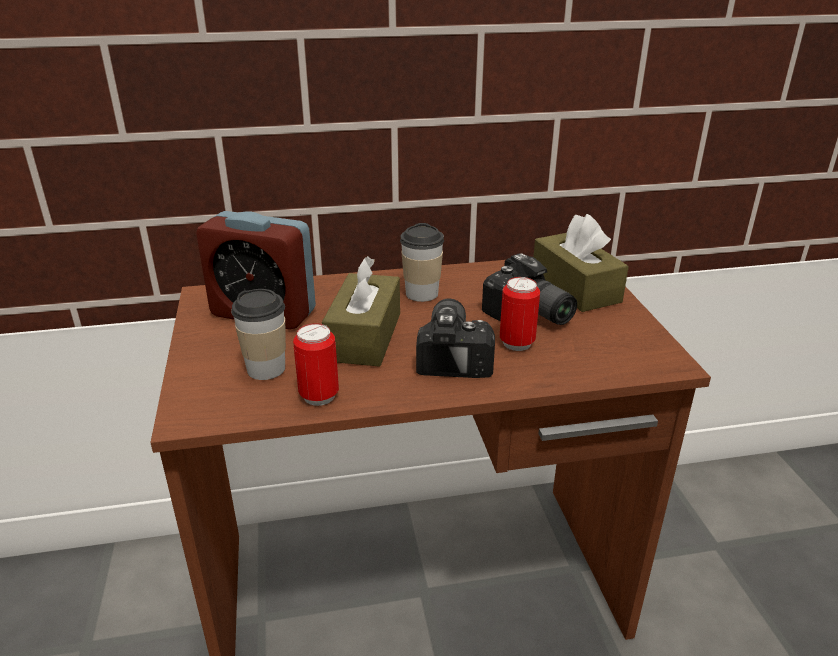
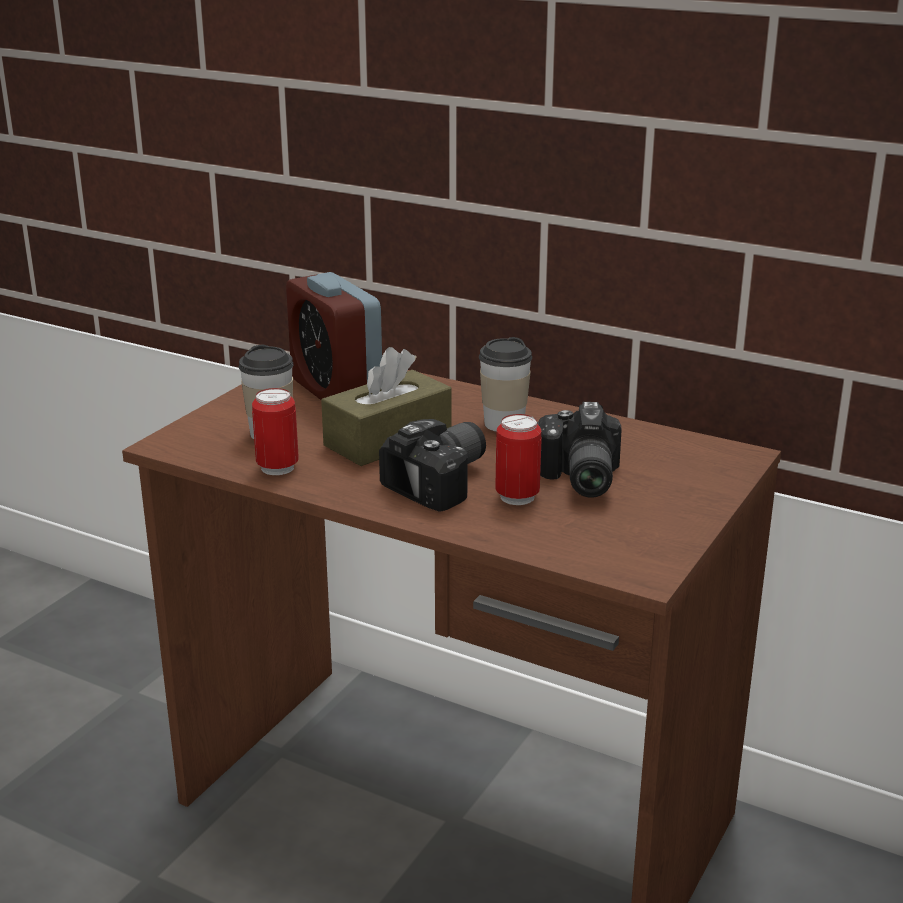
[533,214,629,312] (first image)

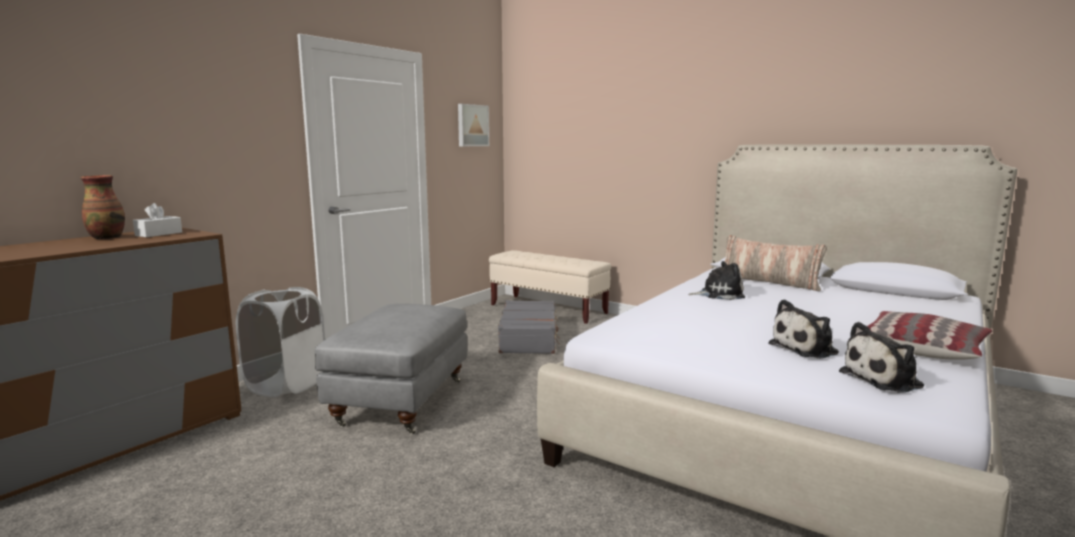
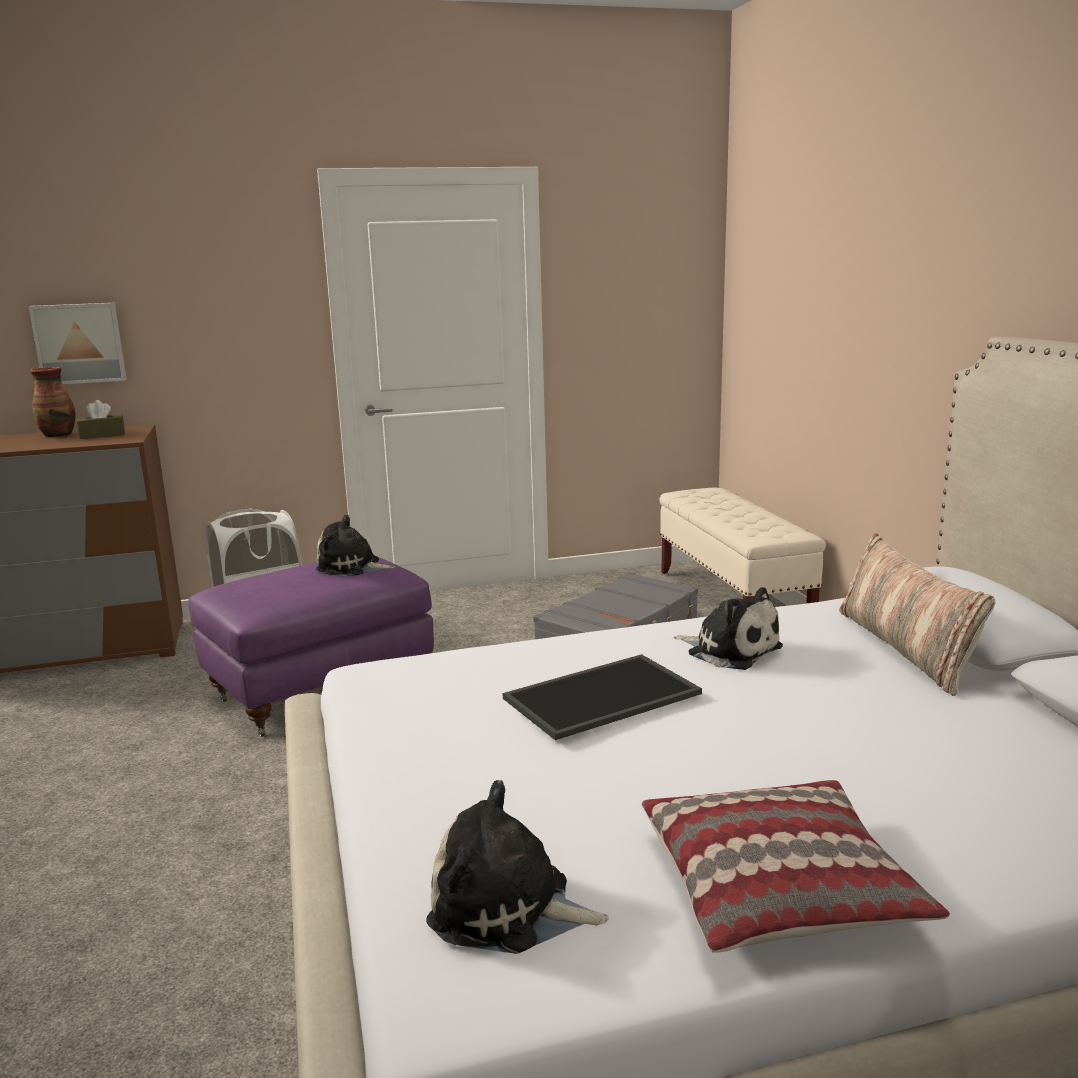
[503,654,702,740]
[29,303,127,384]
[315,514,395,576]
[77,400,125,439]
[188,557,434,737]

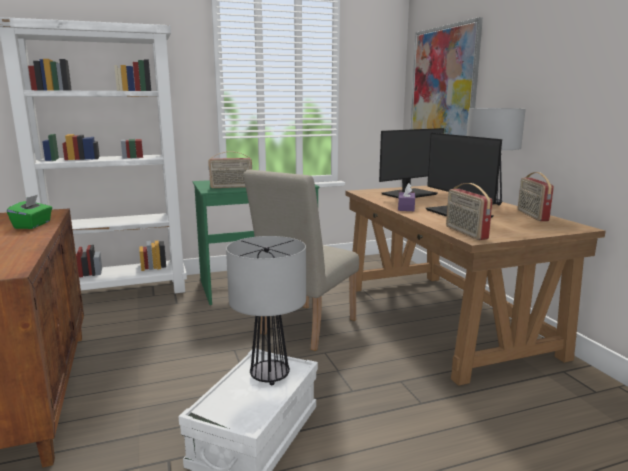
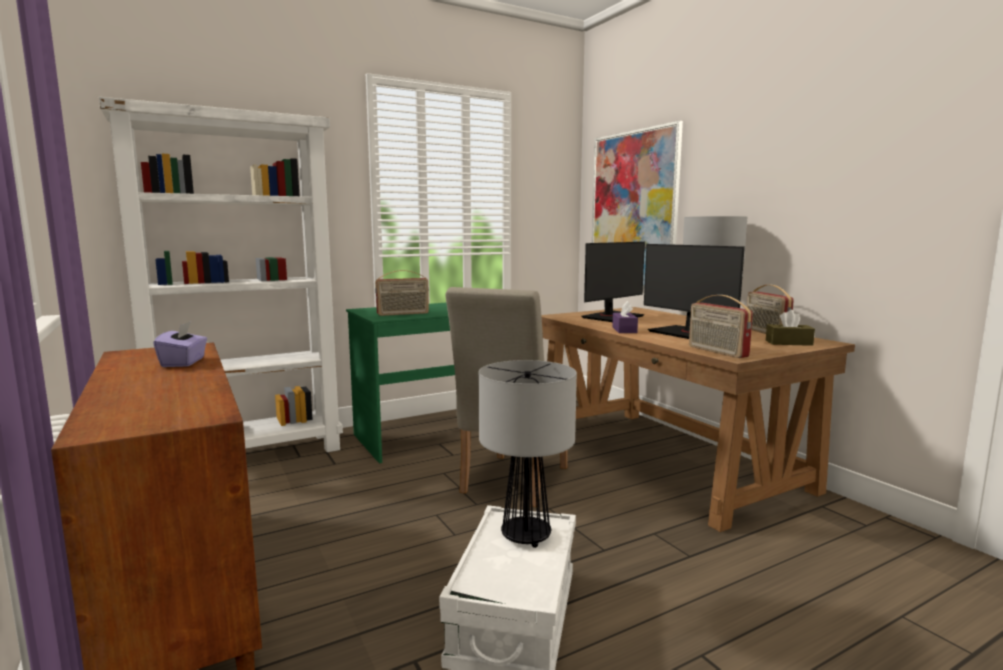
[766,310,815,346]
[153,321,207,367]

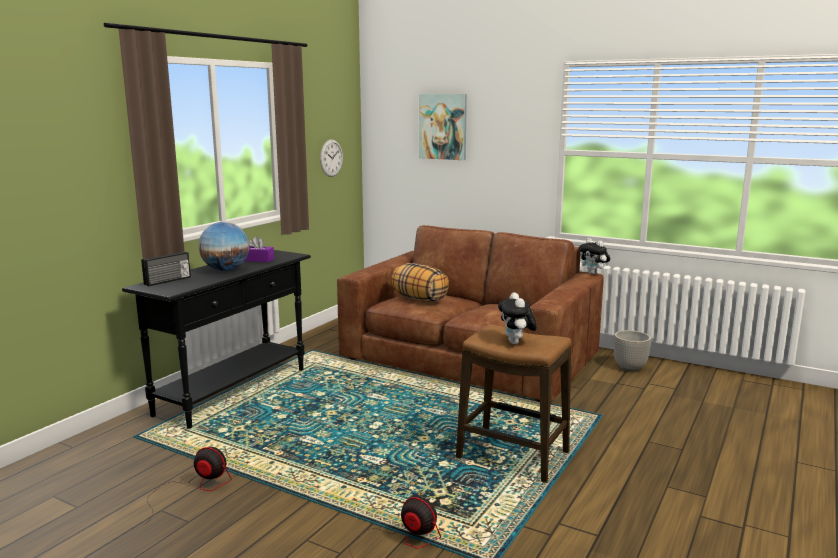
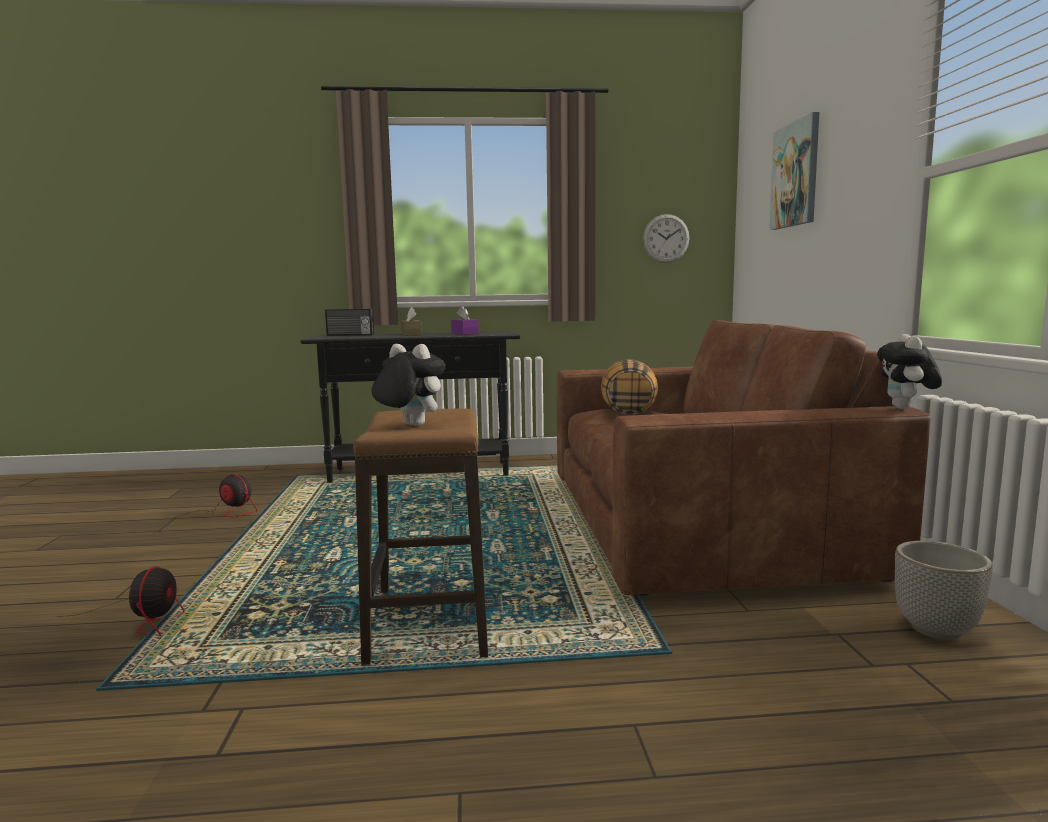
[400,307,422,336]
[154,474,257,535]
[371,344,445,426]

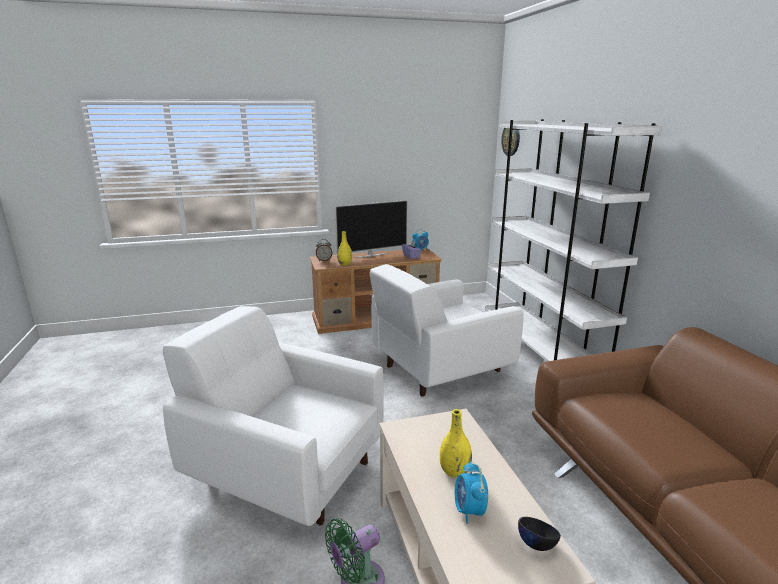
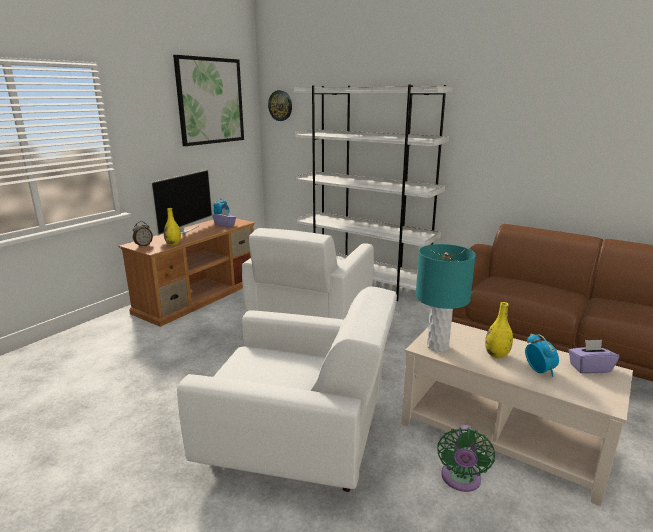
[173,55,244,146]
[416,244,476,352]
[568,340,619,374]
[177,286,397,492]
[525,334,559,377]

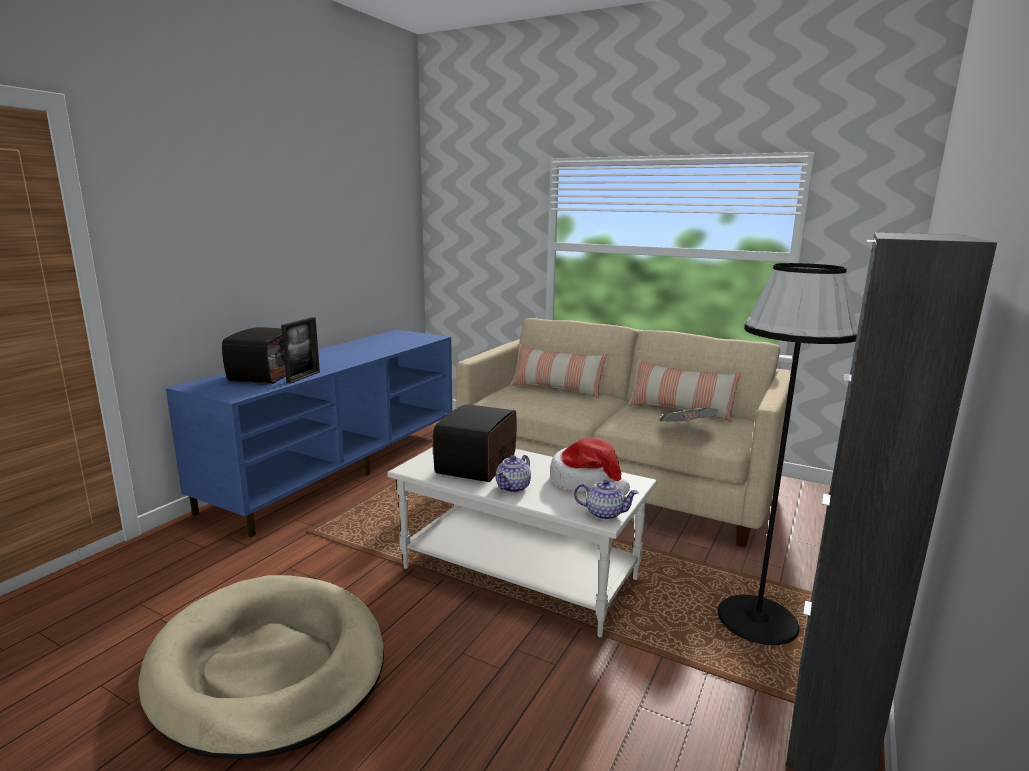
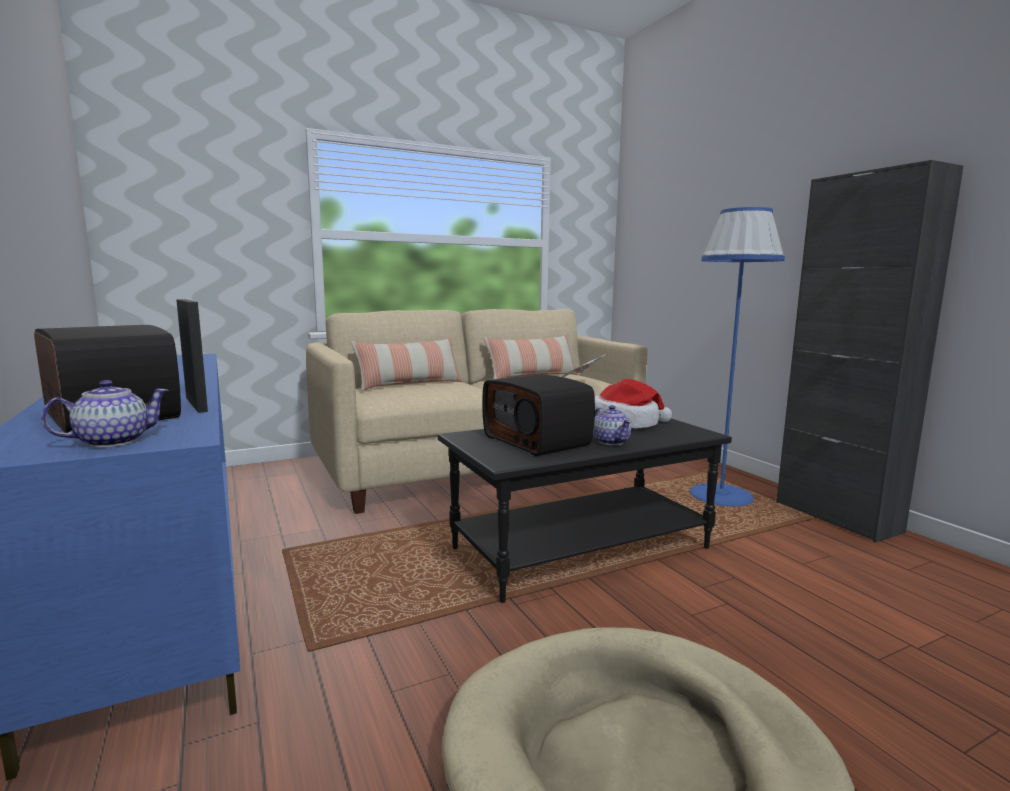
[41,380,169,448]
[438,418,732,603]
[690,207,785,506]

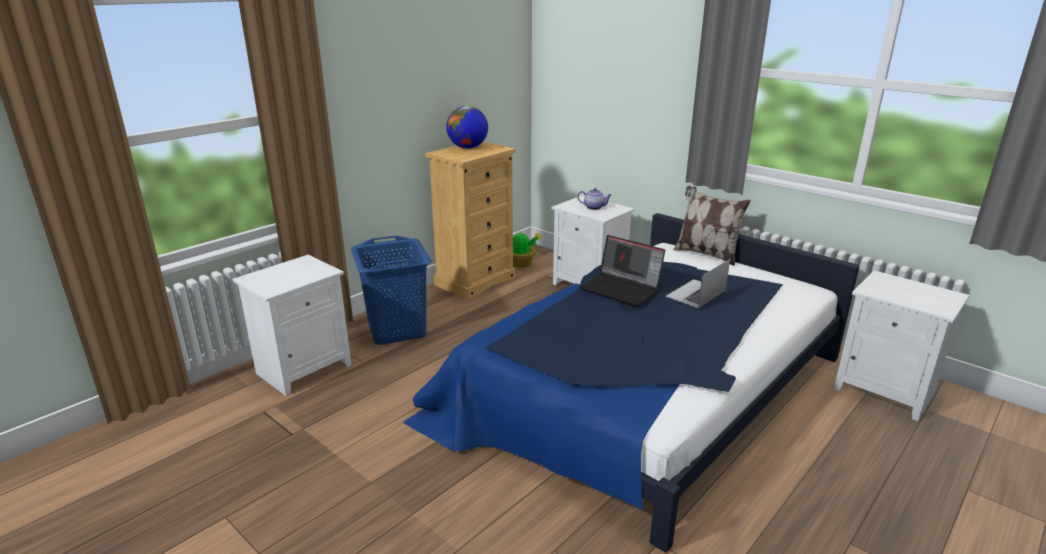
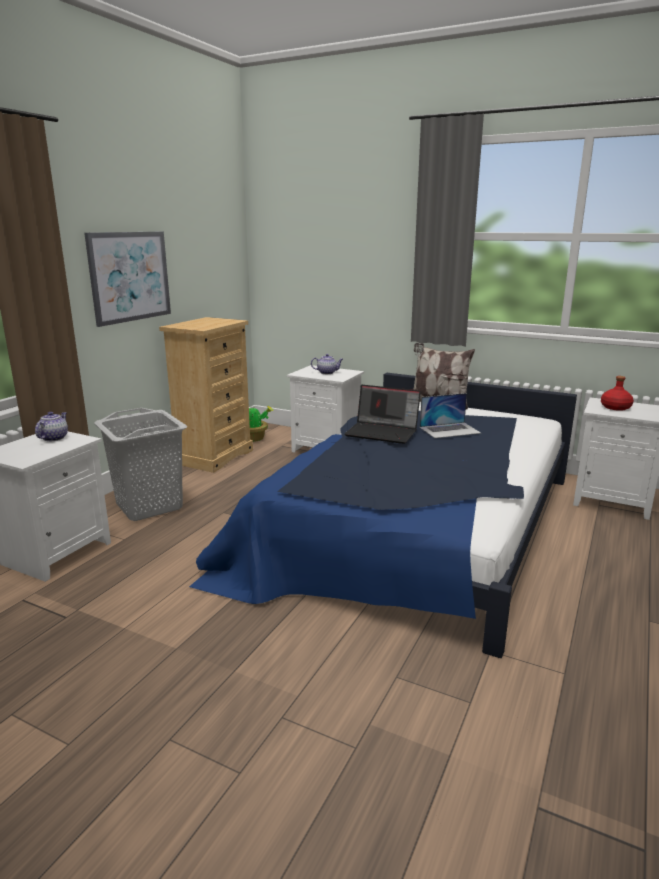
[446,106,488,149] (first image)
[35,412,68,441]
[84,232,171,327]
[601,376,634,411]
[94,408,187,521]
[420,393,481,438]

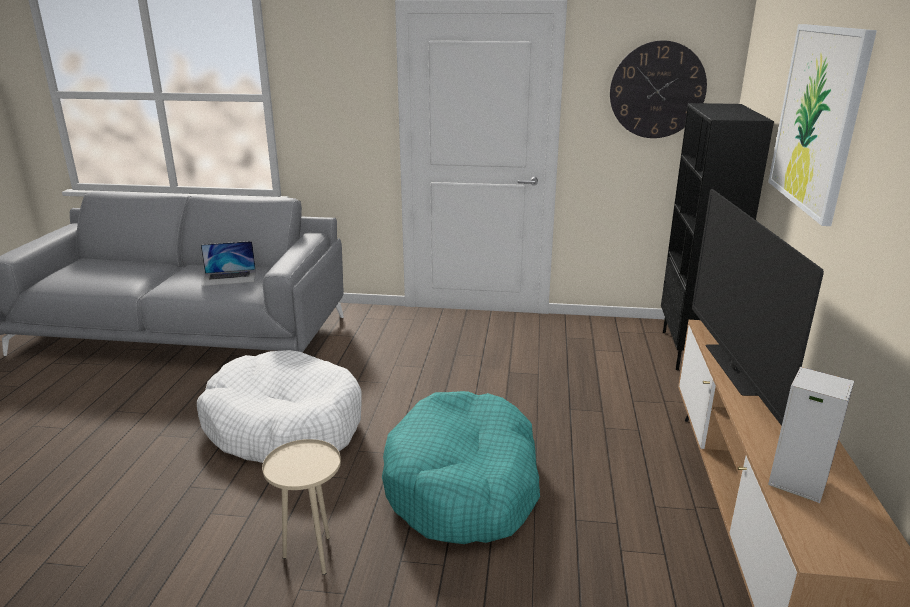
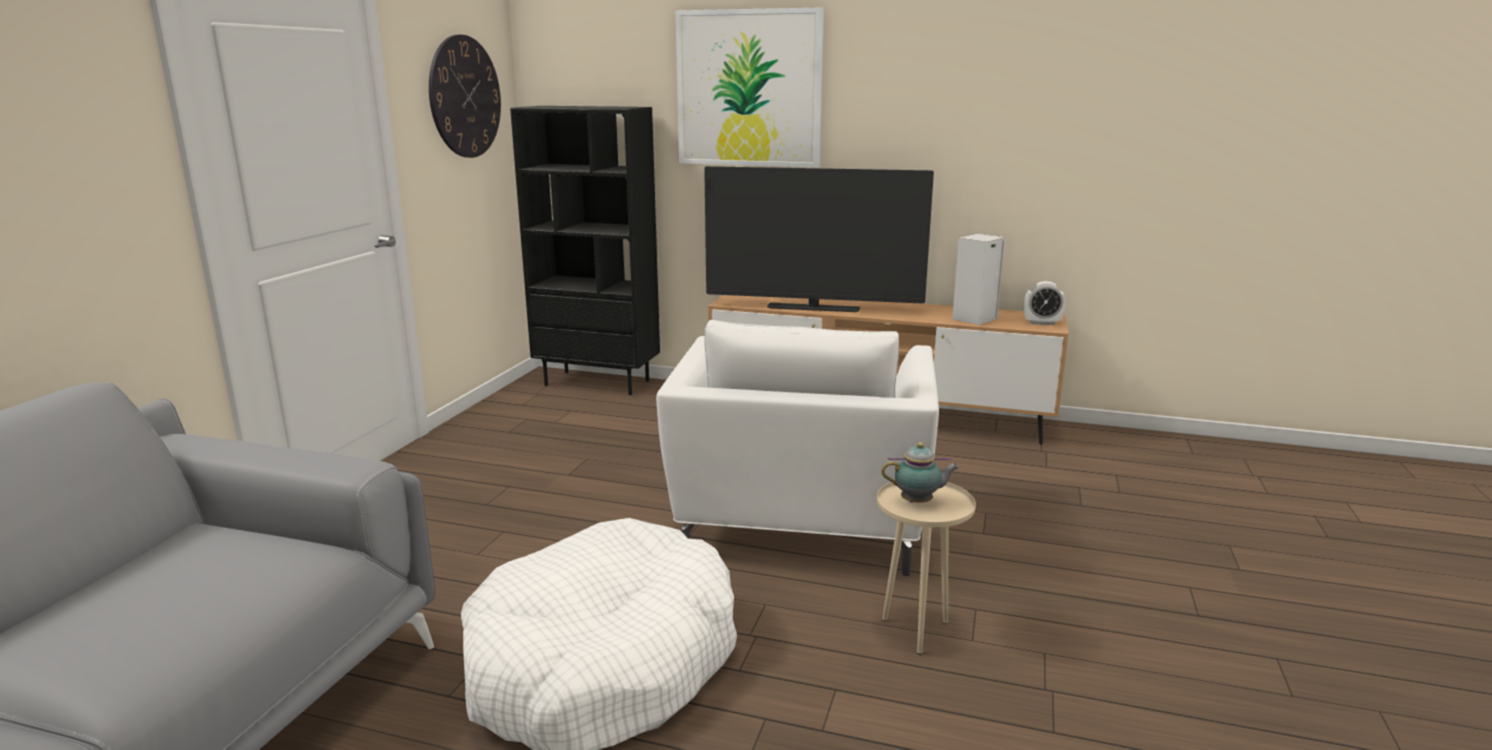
[201,241,256,286] (first image)
[881,442,959,503]
[1024,281,1066,325]
[656,320,939,576]

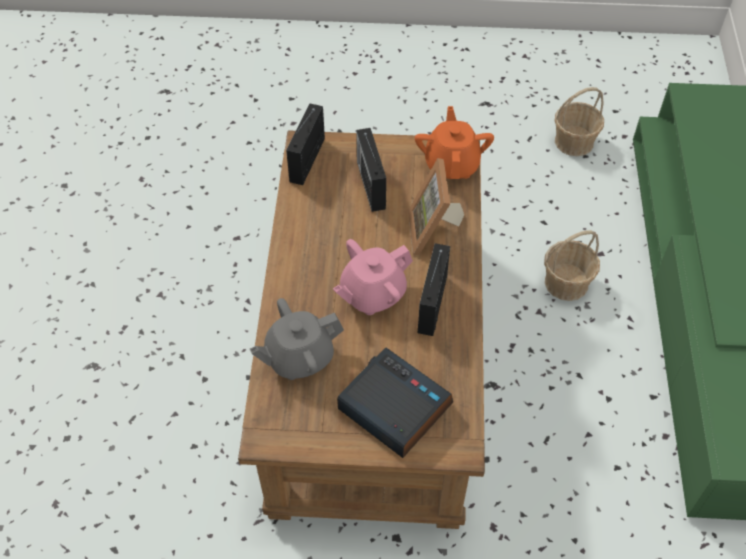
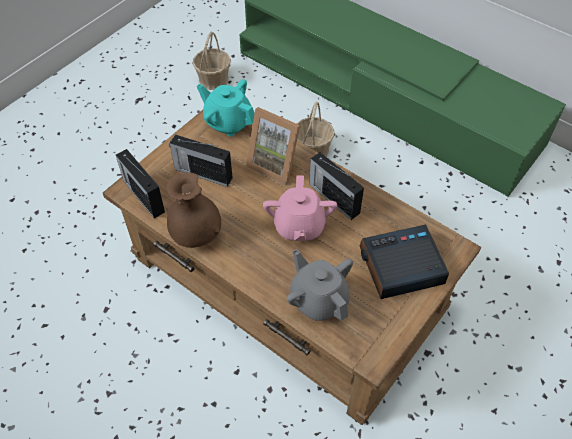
[166,172,221,248]
[197,79,255,136]
[287,249,353,321]

